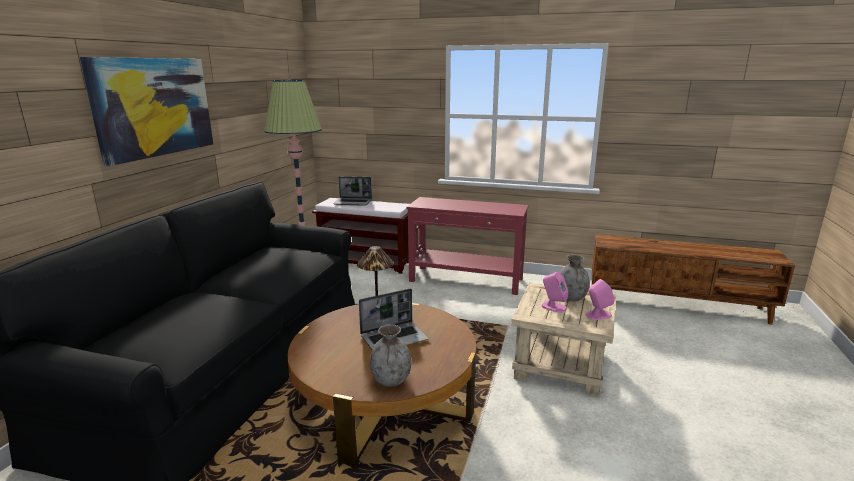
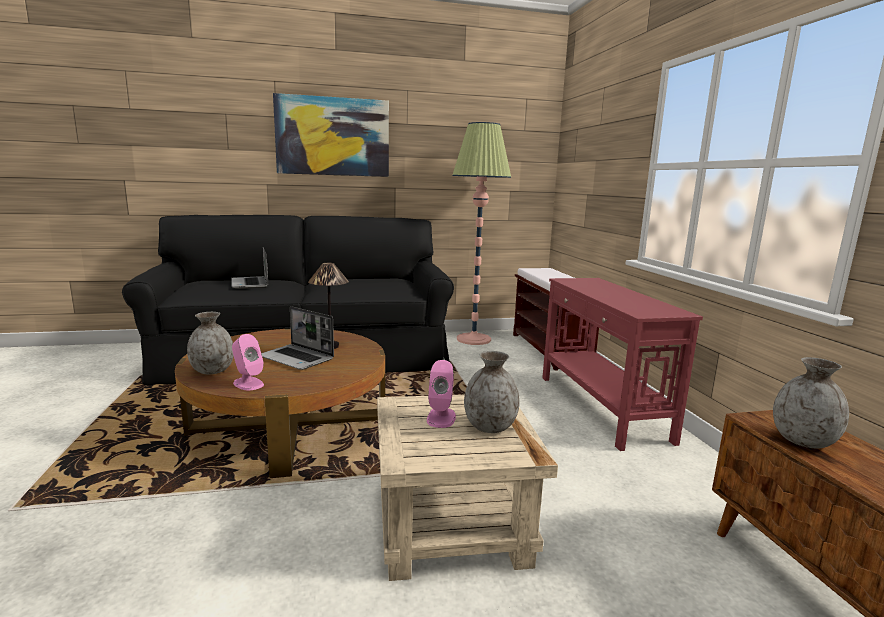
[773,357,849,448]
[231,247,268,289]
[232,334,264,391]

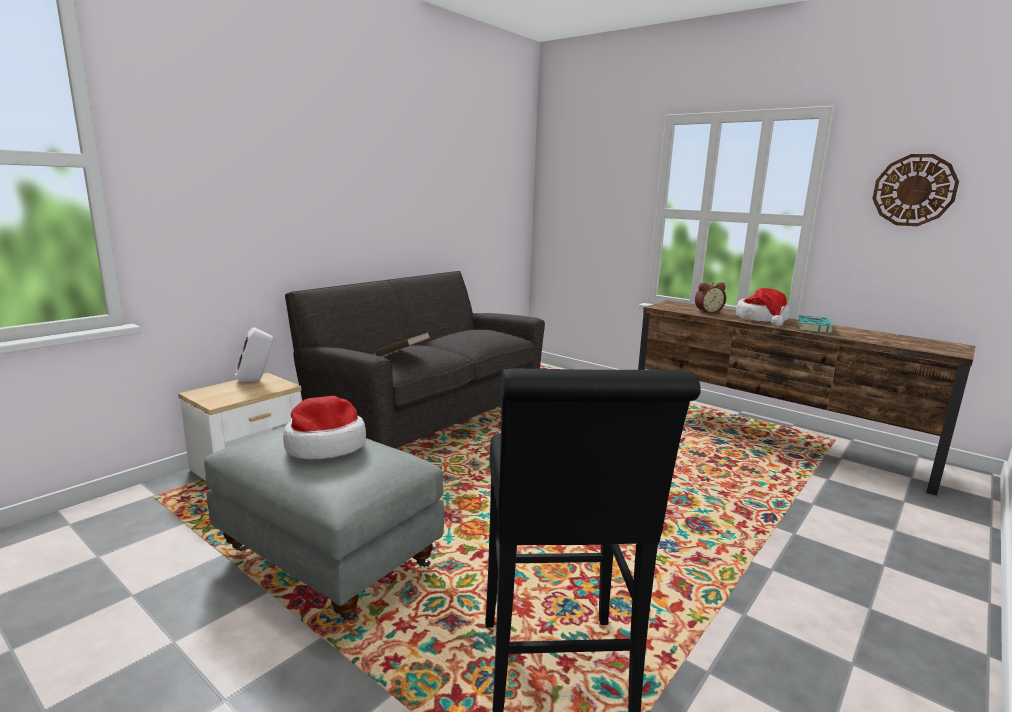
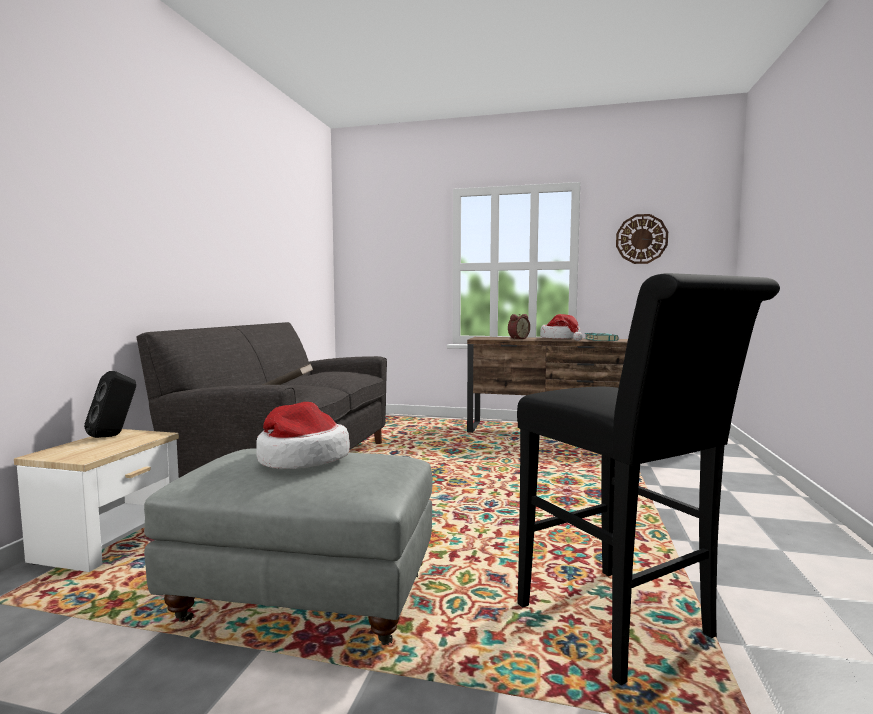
[84,371,136,438]

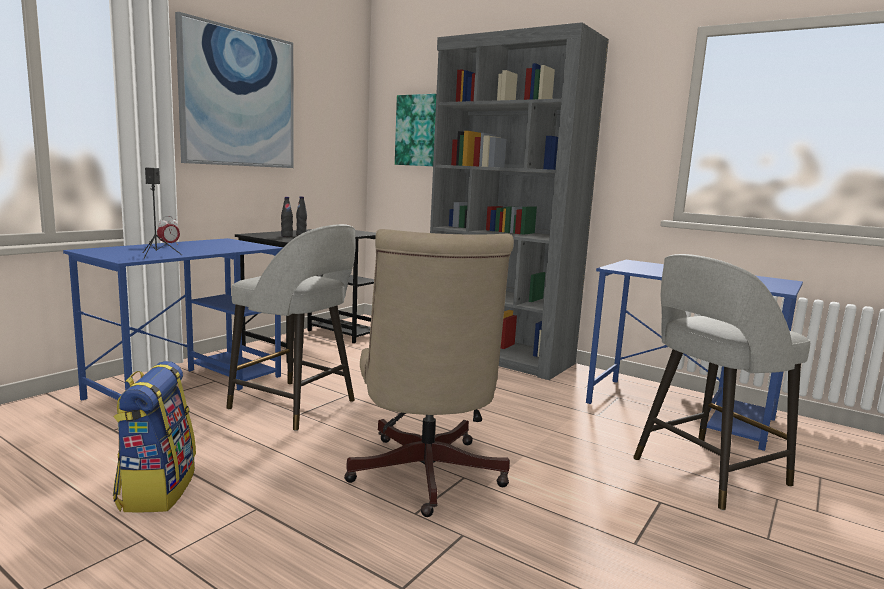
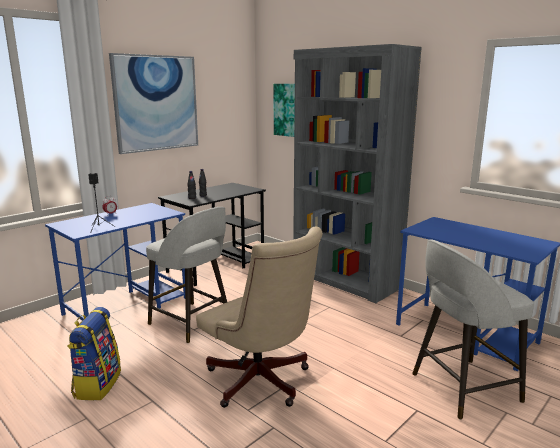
[196,227,323,408]

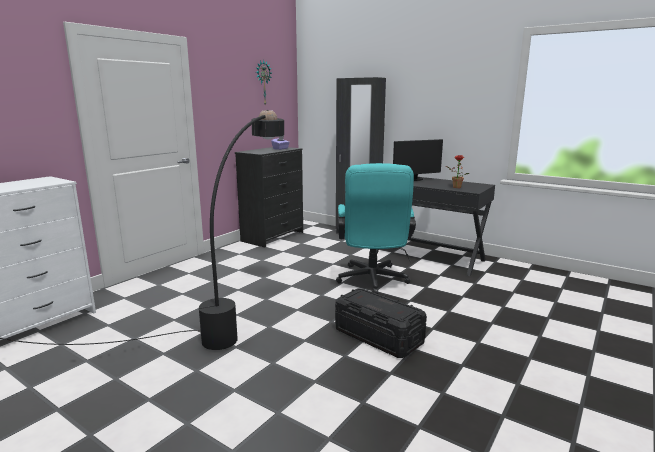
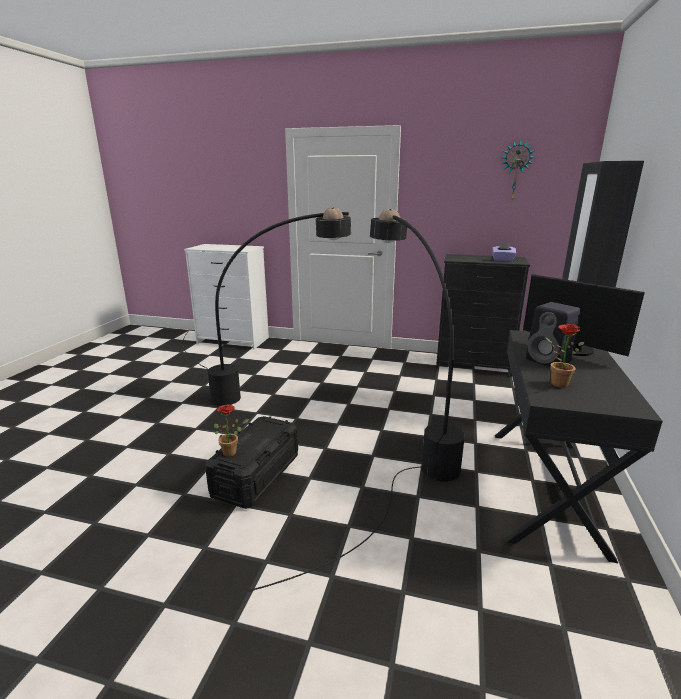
[214,405,249,457]
[526,302,580,367]
[248,209,465,592]

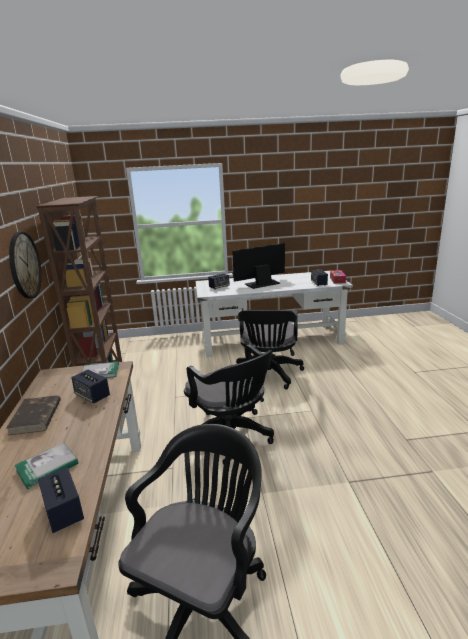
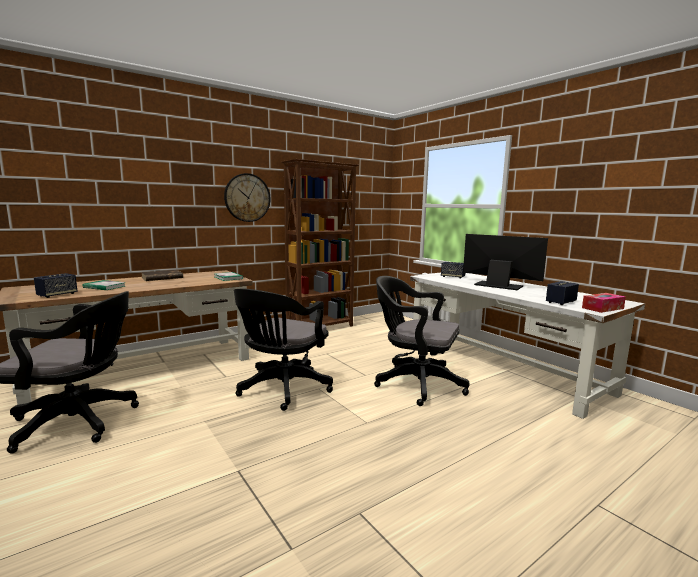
[71,370,110,404] (first image)
[374,276,469,406]

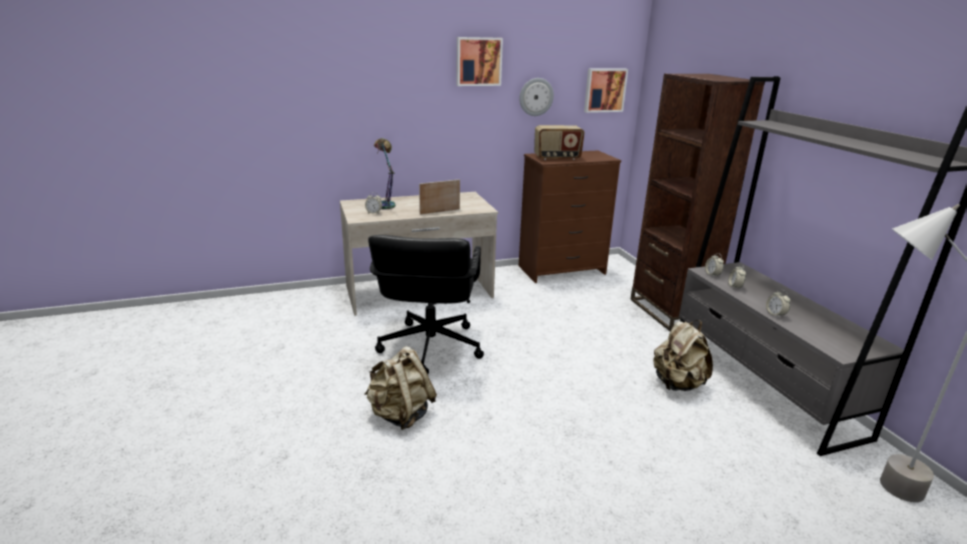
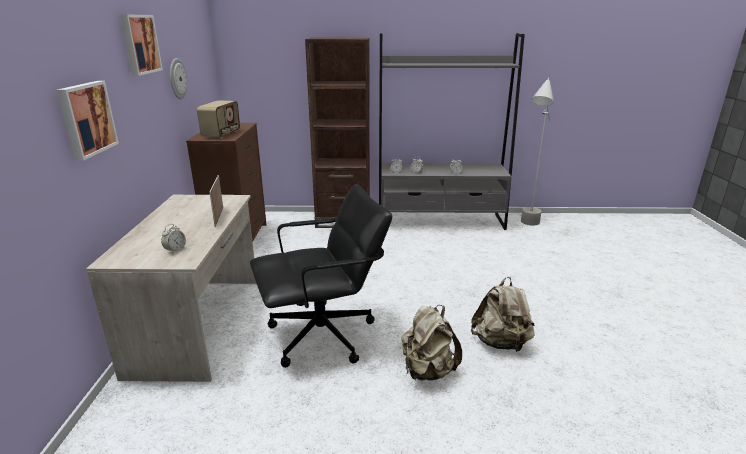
[374,138,395,209] (first image)
[57,81,119,161]
[471,277,535,352]
[250,184,392,368]

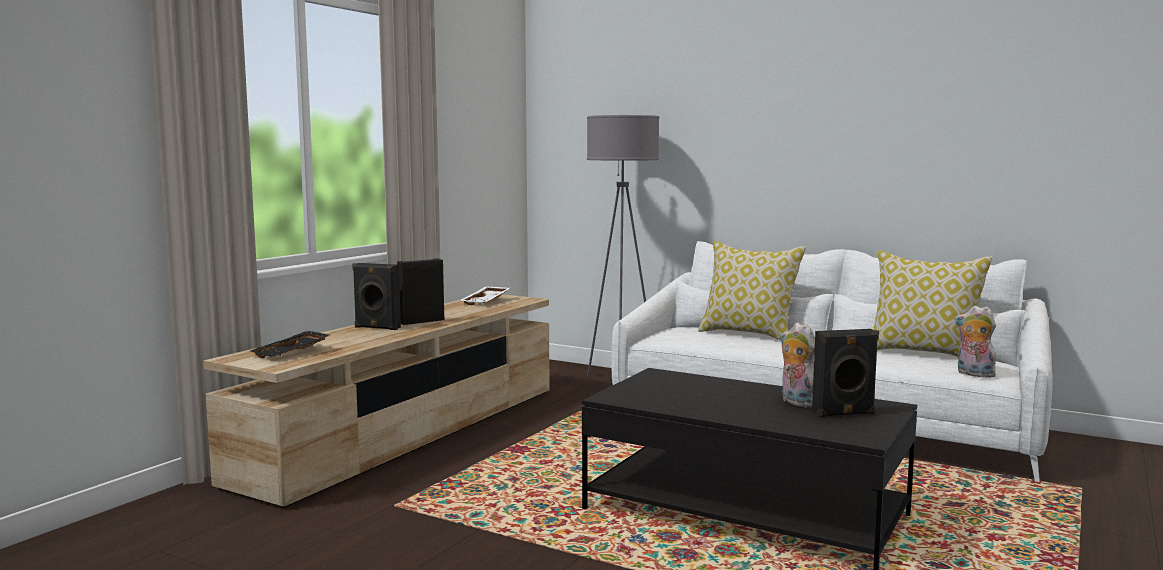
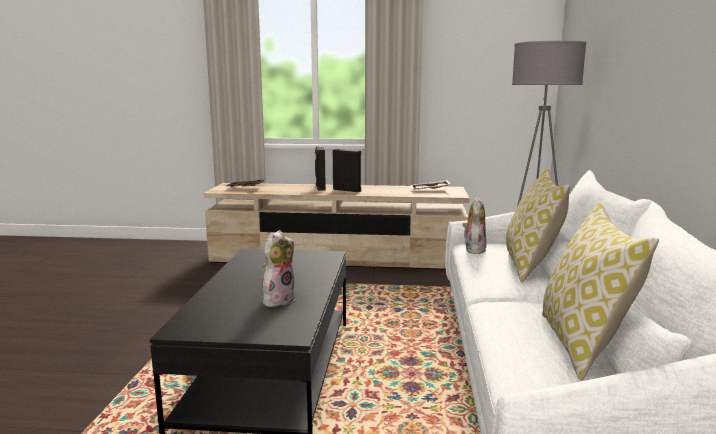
[812,329,879,417] (first image)
[463,197,487,254]

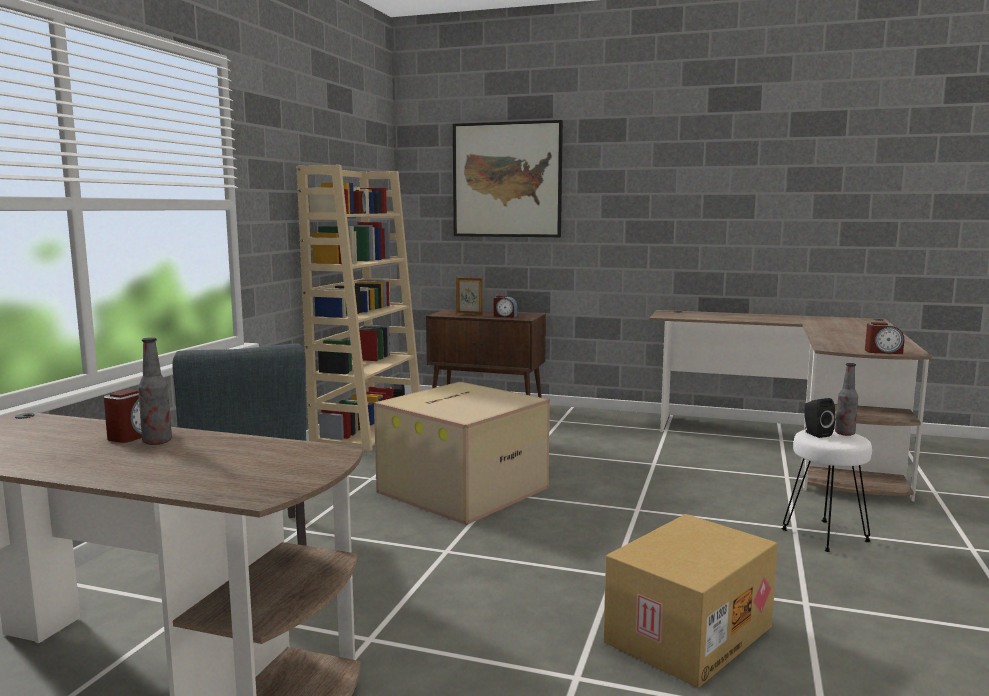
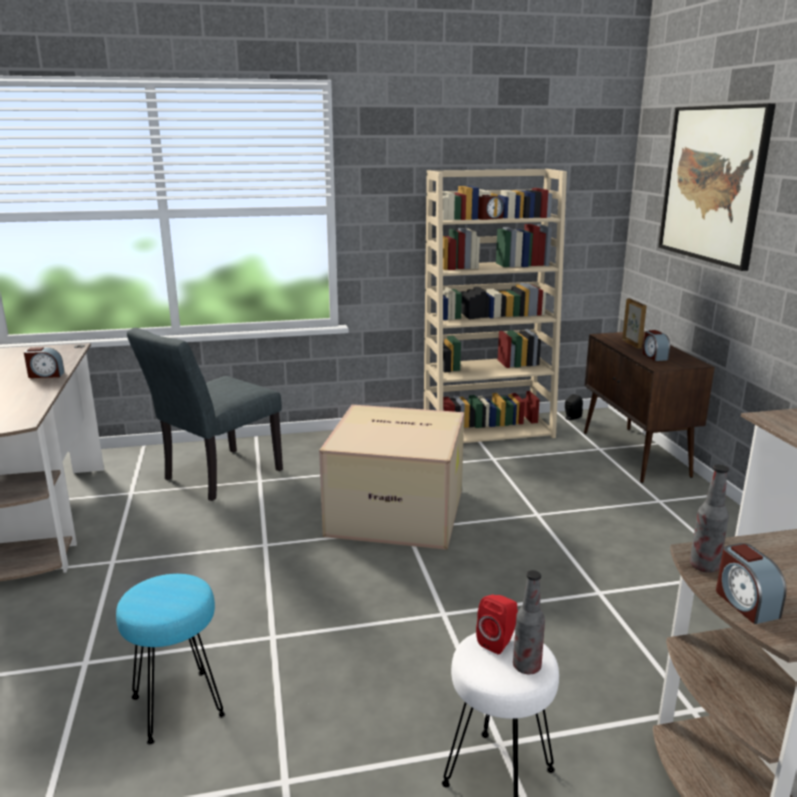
[690,464,729,573]
[116,574,225,744]
[476,595,518,654]

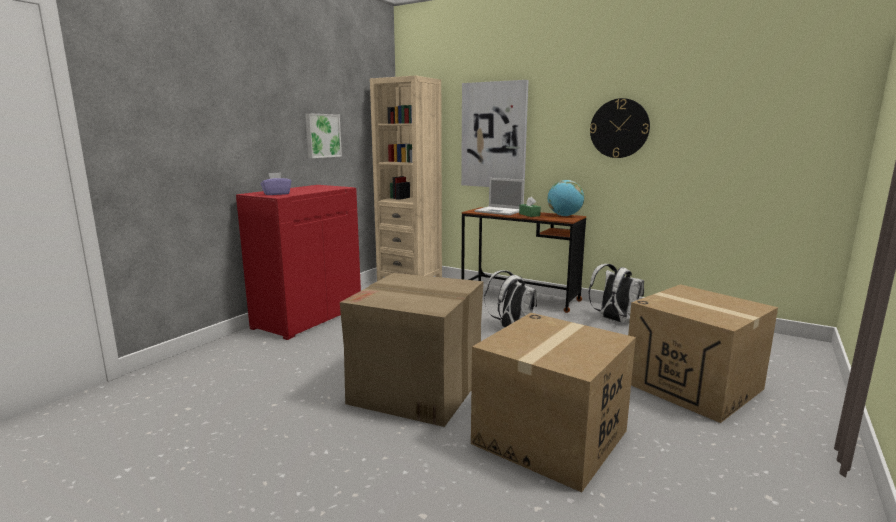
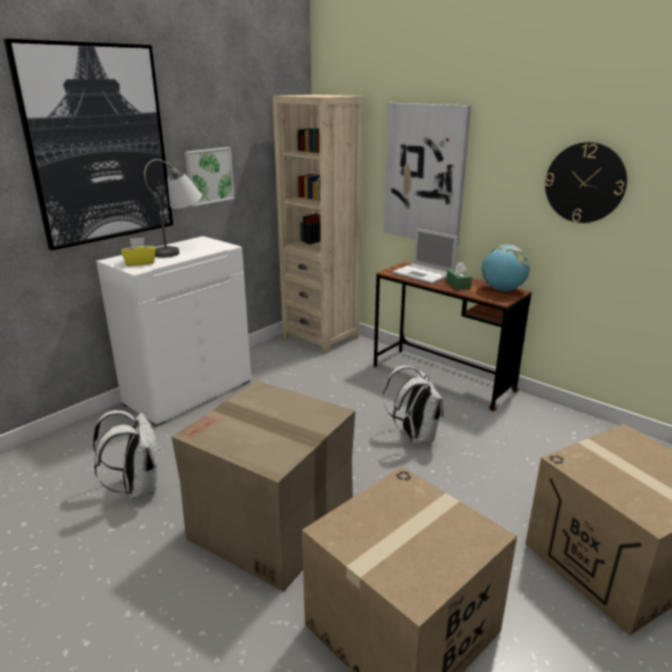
[4,39,173,250]
[144,159,202,258]
[93,410,160,500]
[96,236,251,427]
[121,237,156,266]

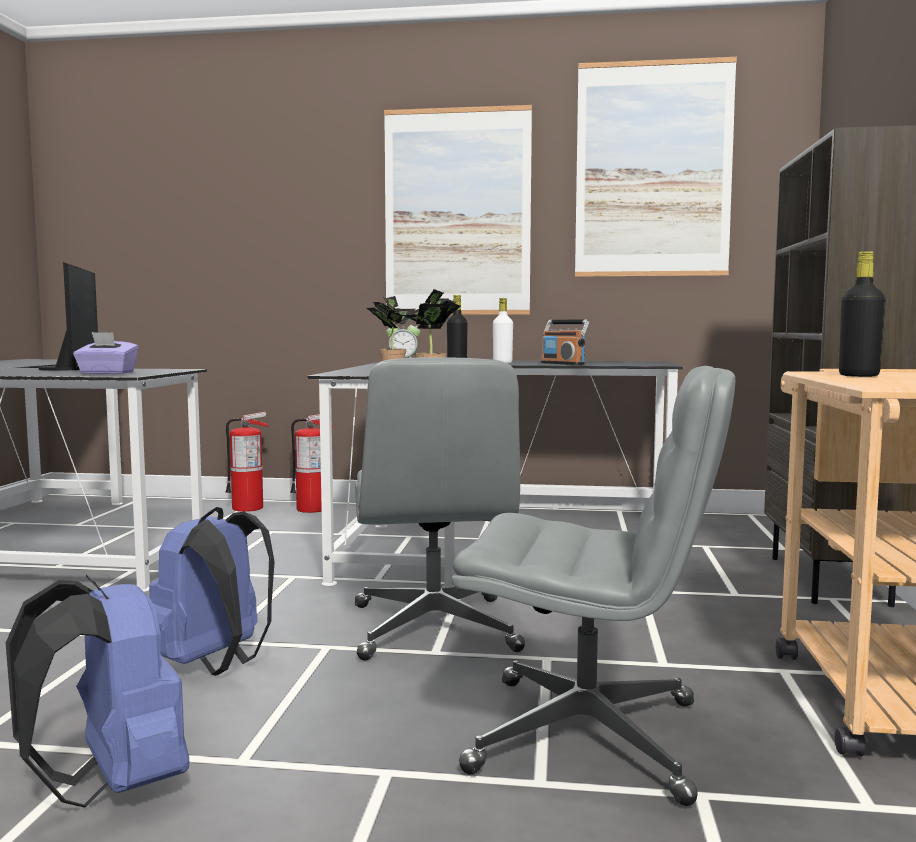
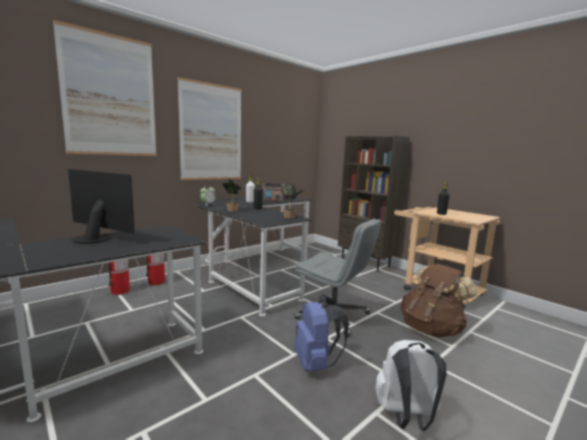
[73,332,138,374] (first image)
[53,20,157,156]
[401,264,477,337]
[375,340,447,431]

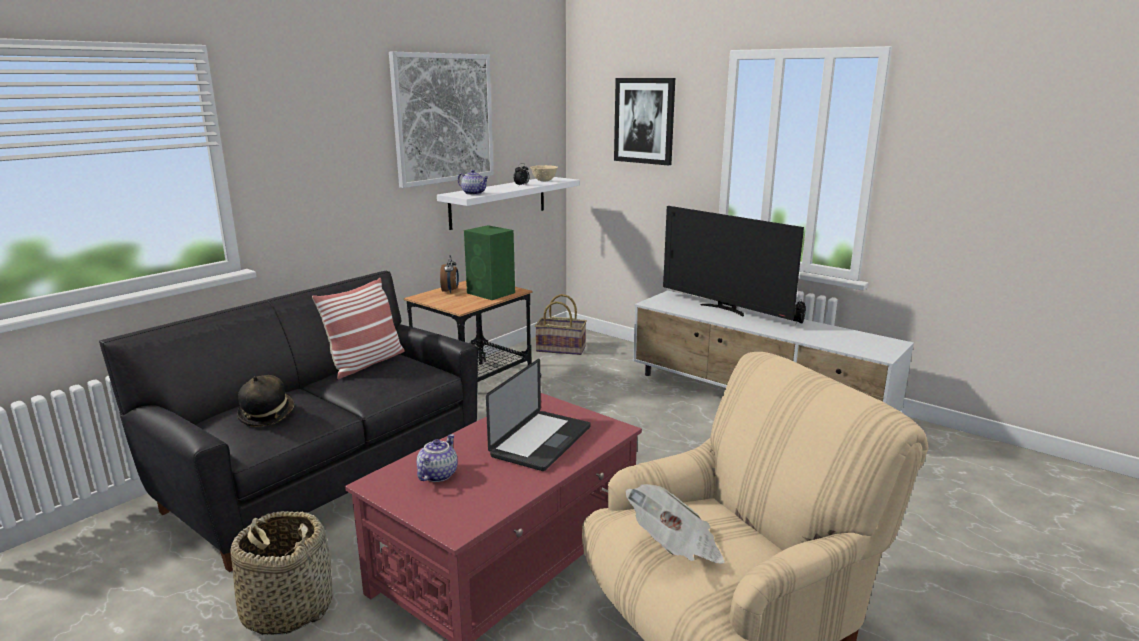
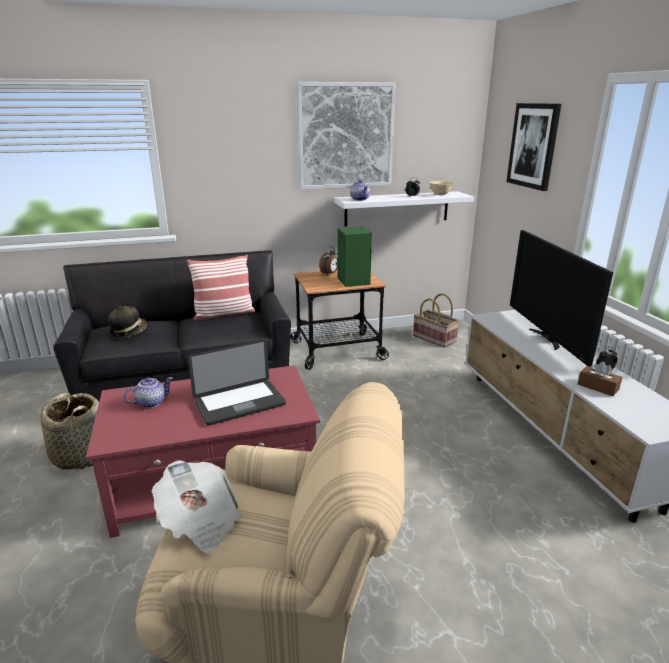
[578,361,622,397]

